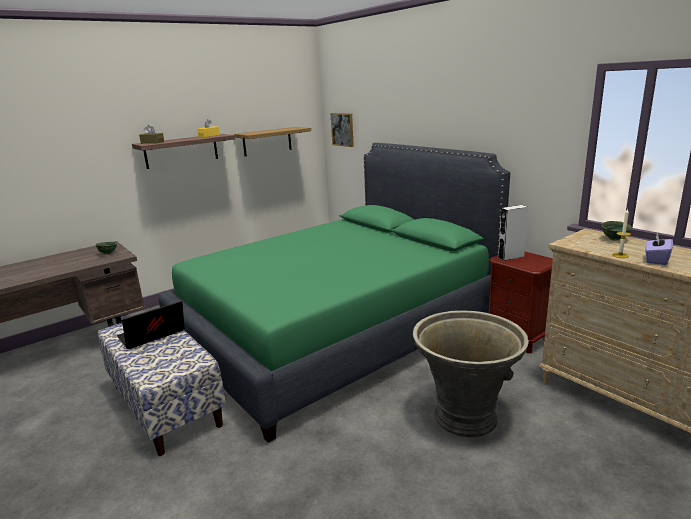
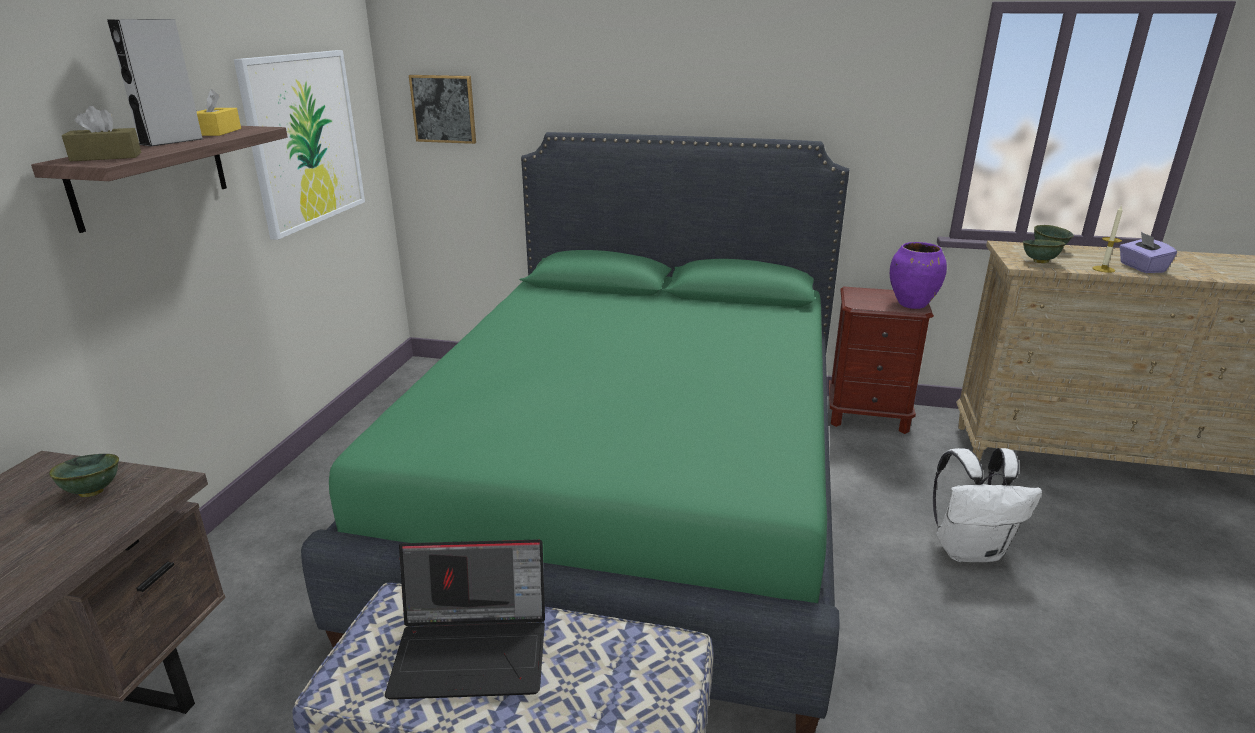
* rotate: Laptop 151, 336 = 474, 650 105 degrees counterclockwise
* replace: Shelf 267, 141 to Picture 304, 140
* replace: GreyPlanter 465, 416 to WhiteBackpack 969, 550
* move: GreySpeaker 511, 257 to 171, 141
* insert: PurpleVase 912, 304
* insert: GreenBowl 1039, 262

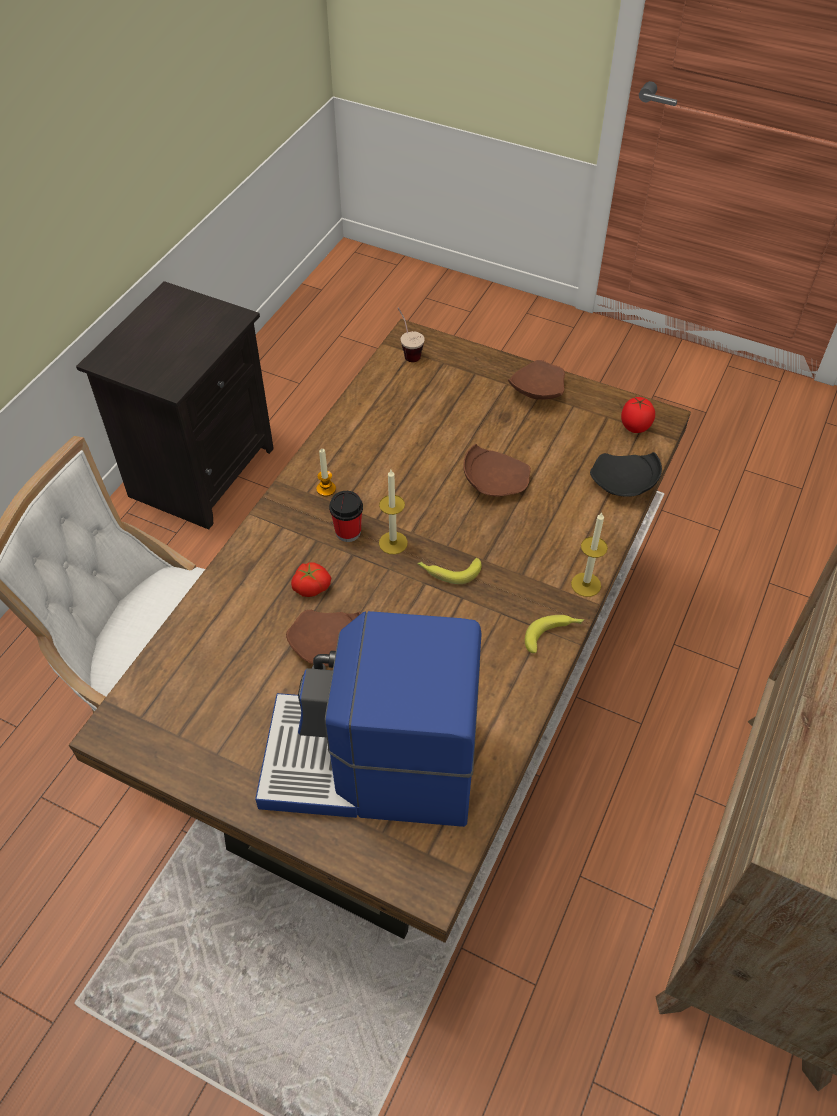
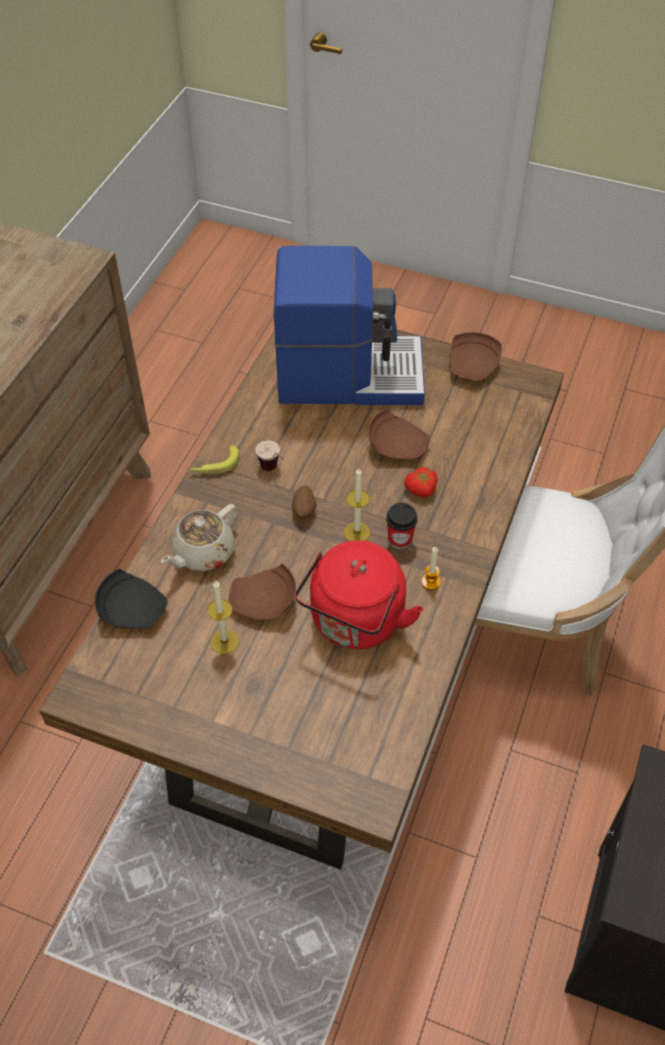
* move: Cup 408, 351 to 273, 471
* replace: Banana 448, 571 to Potato 304, 510
* move: BrownPlate 536, 391 to 473, 367
* move: Candle 586, 584 to 224, 641
* delete: Tomato 634, 428
* insert: BeigeTeapot 202, 553
* insert: RedKettle 355, 623

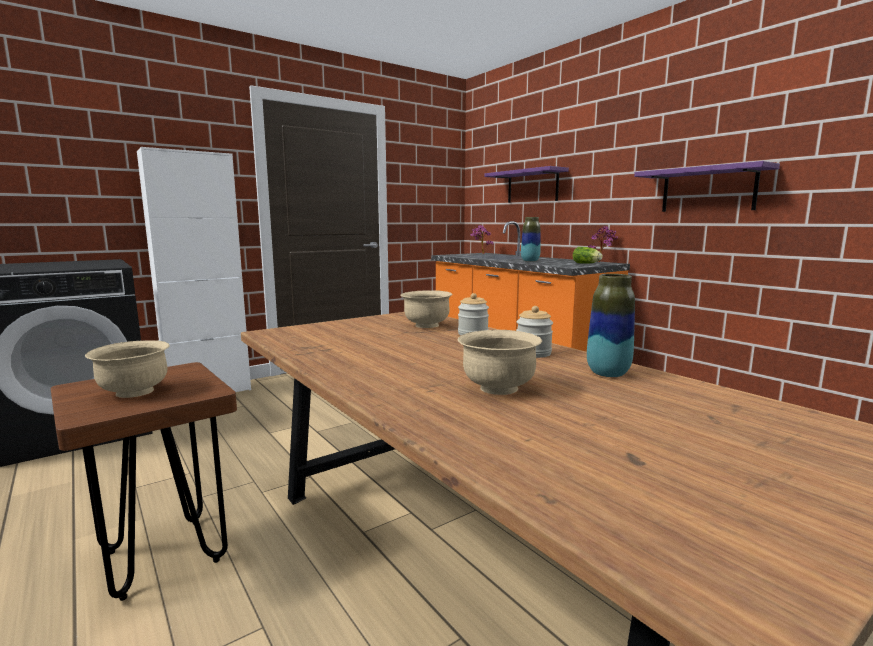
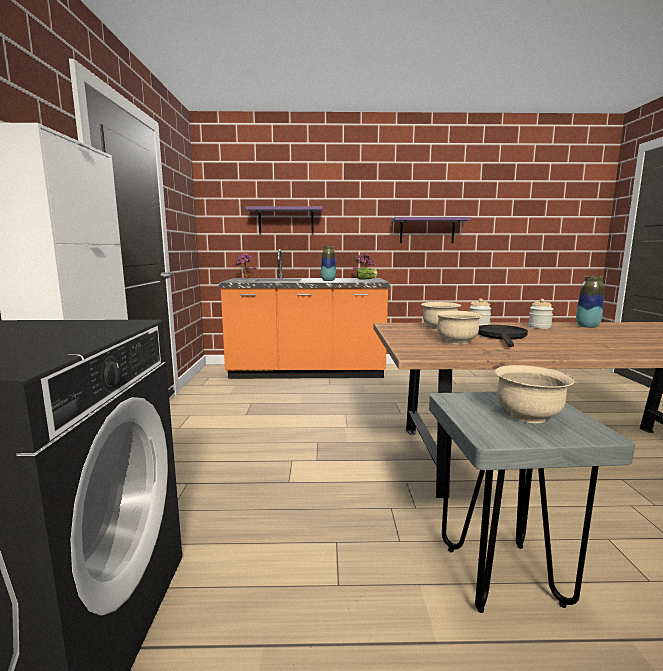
* recolor: BrownStool 163, 556 to GreyStool 501, 576
* move: BeigeBowl 498, 388 to 456, 342
* insert: BlackFryingPan 502, 337

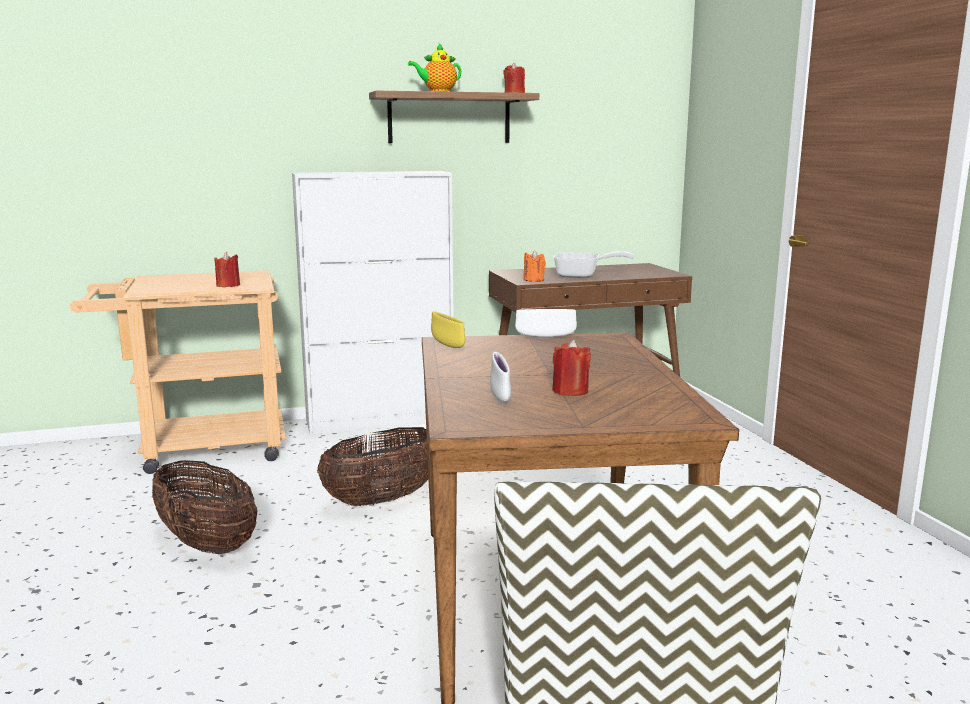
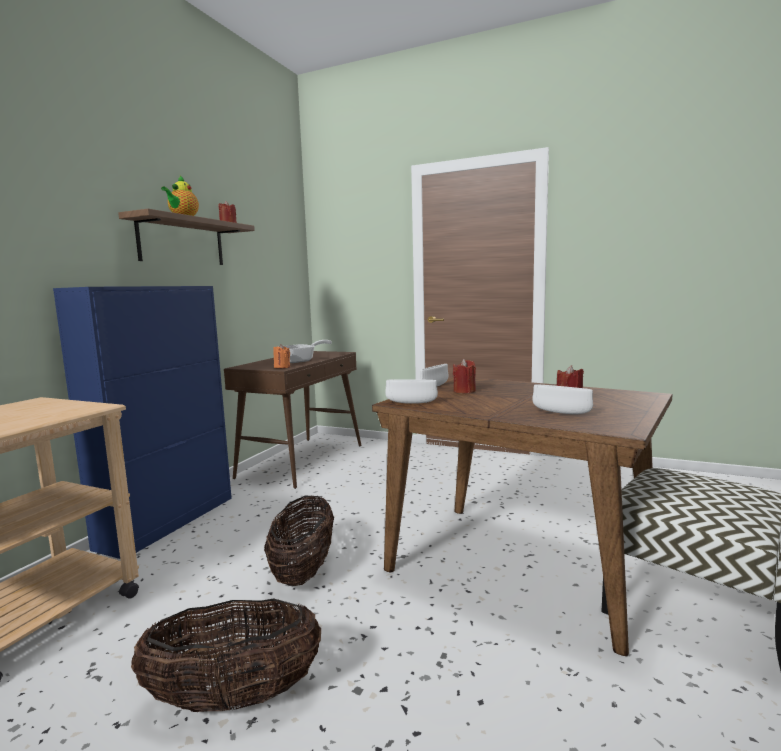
* move: RedCandle 228, 285 to 464, 391
* recolor: WhiteCabinet 381, 420 to BlueCabinet 169, 521
* recolor: YellowBowl 447, 345 to WhiteBowl 411, 403

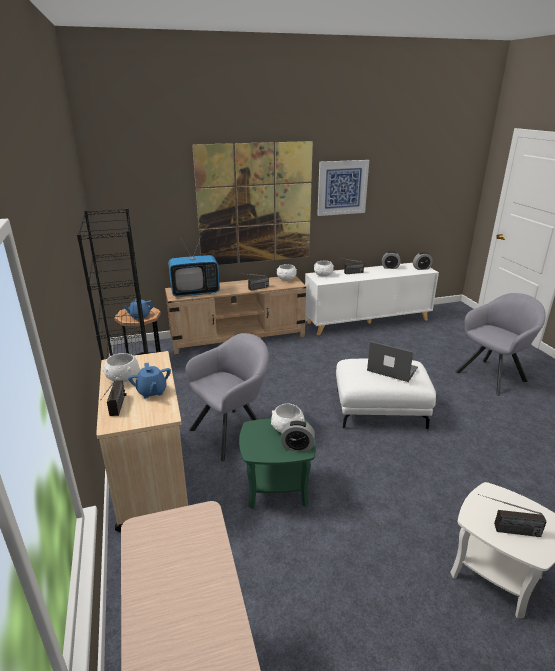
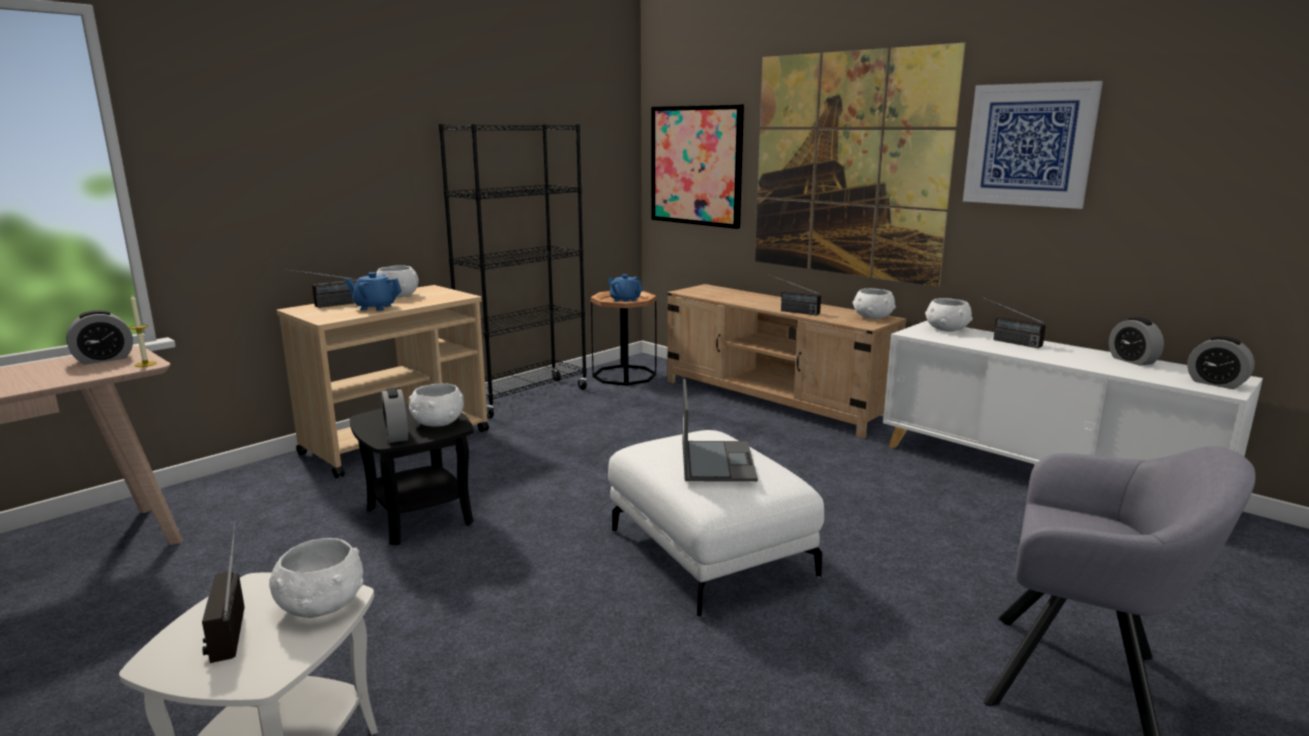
* rotate: BlueTeapot 152, 392 = 375, 307 60 degrees clockwise
* delete: Television 195, 292
* delete: GreyArmchair 233, 431
* recolor: GreenSideTable 277, 488 to BlackSideTable 420, 516
* insert: AlarmClock 104, 359
* insert: Candle 145, 364
* insert: WhiteBowl 320, 606
* insert: Picture 696, 165

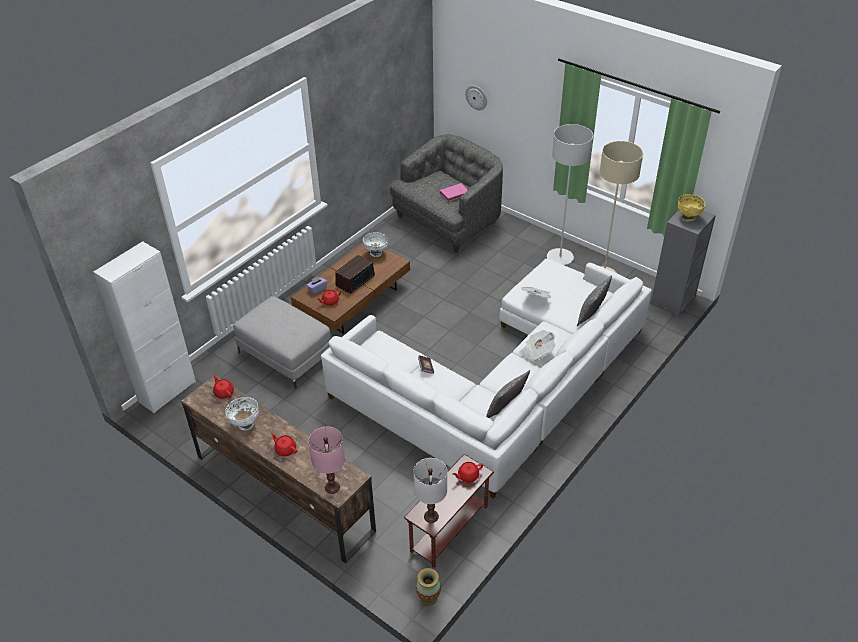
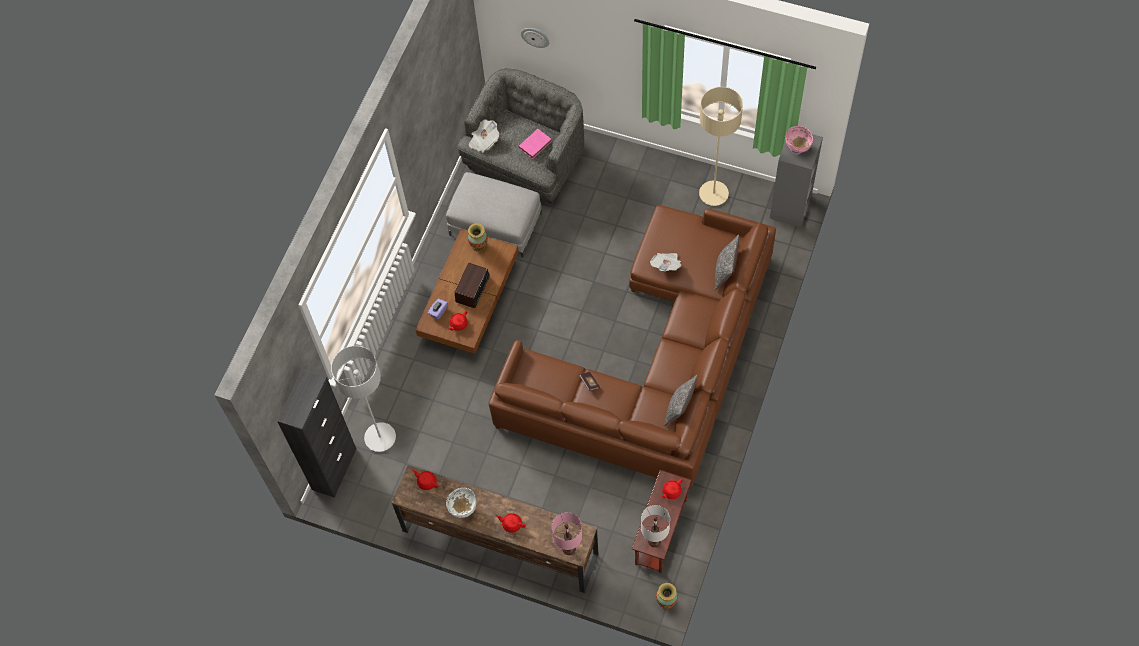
* recolor: WhiteCabinet 167, 391 to BlackCabinet 334, 469
* move: GreyOttoman 285, 355 to 495, 224
* recolor: WhiteSofa 504, 384 to BrownSofa 657, 361
* replace: WhiteBowl 376, 253 to Vase 478, 245
* move: Newspaper 536, 352 to 484, 141
* move: GreyFloorLamp 560, 258 to 380, 437
* recolor: YellowBowl 688, 217 to PinkBowl 797, 148

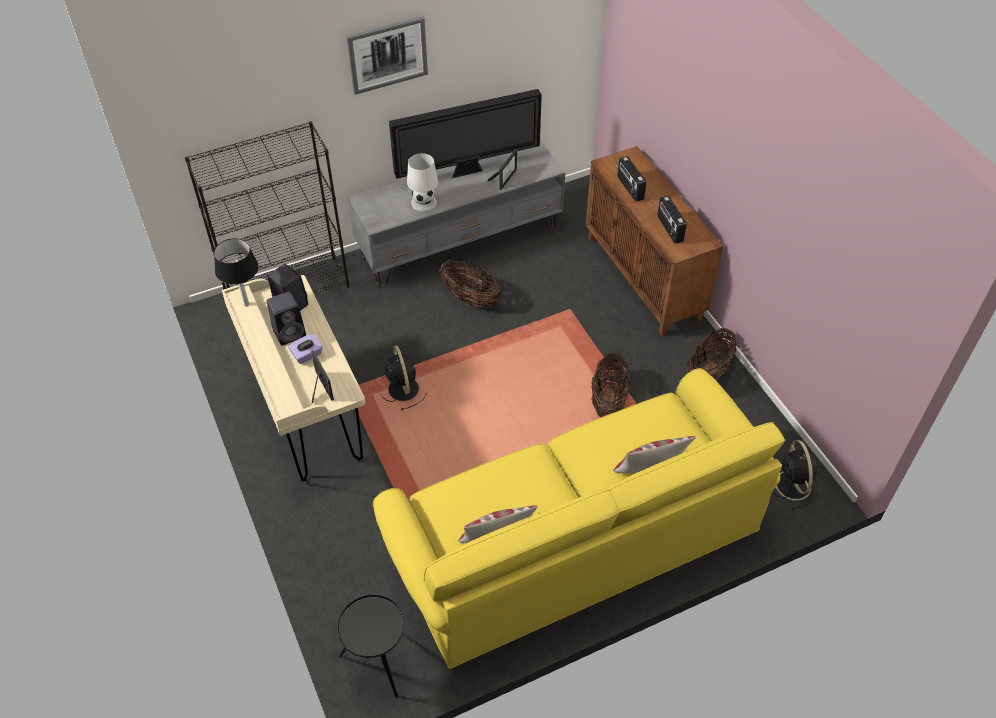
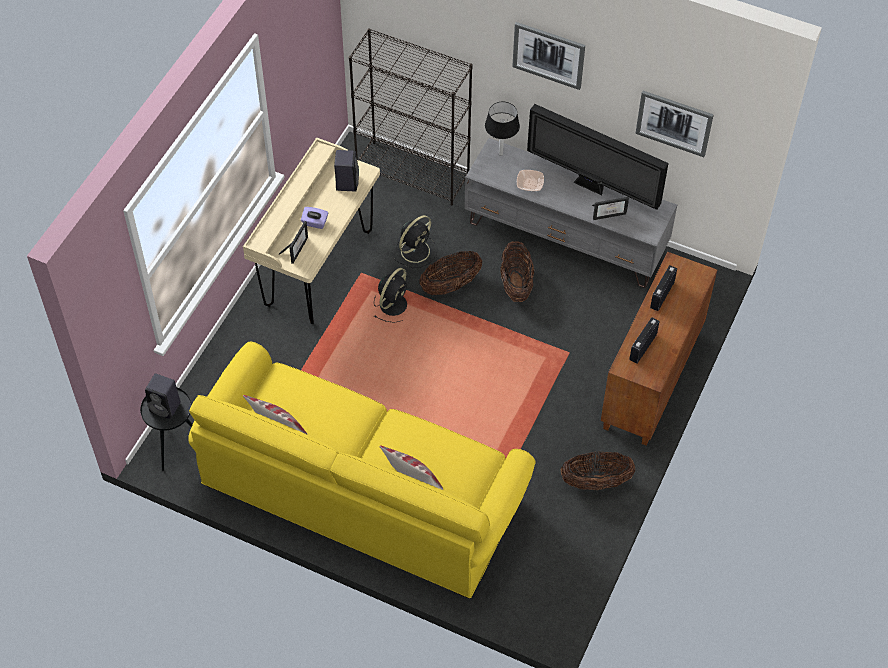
* move: BlackTableLamp 246, 304 to 500, 154
* move: BlackSpeaker 290, 332 to 166, 407
* replace: WhiteTableLamp 423, 202 to Bowl 530, 184
* move: Basket 608, 400 to 450, 285
* move: BlackFan 792, 484 to 416, 250
* insert: Picture 674, 123

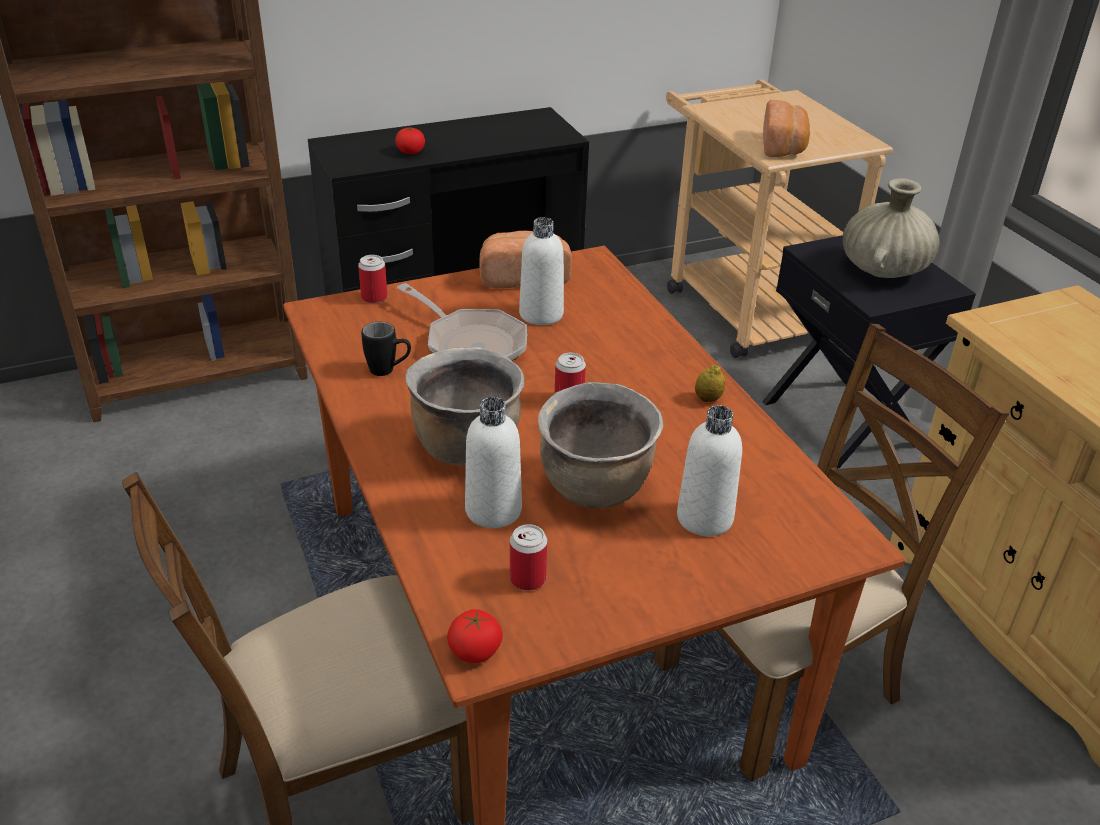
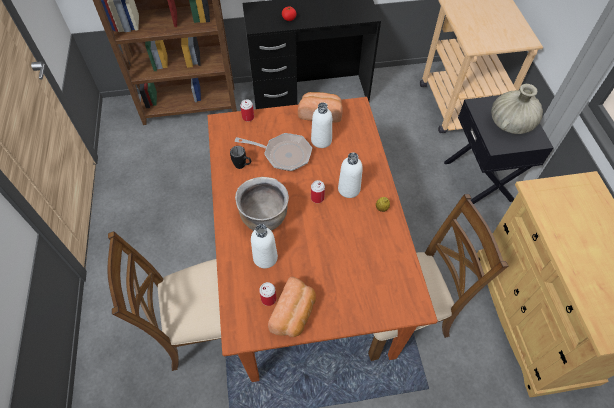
* rotate: FryingPan 470, 343 = 283, 154 45 degrees counterclockwise
* delete: Tomato 475, 651
* delete: BrownCookingPot 596, 488
* move: WhiteBottle 704, 518 to 349, 189
* move: Bread 784, 147 to 294, 314

